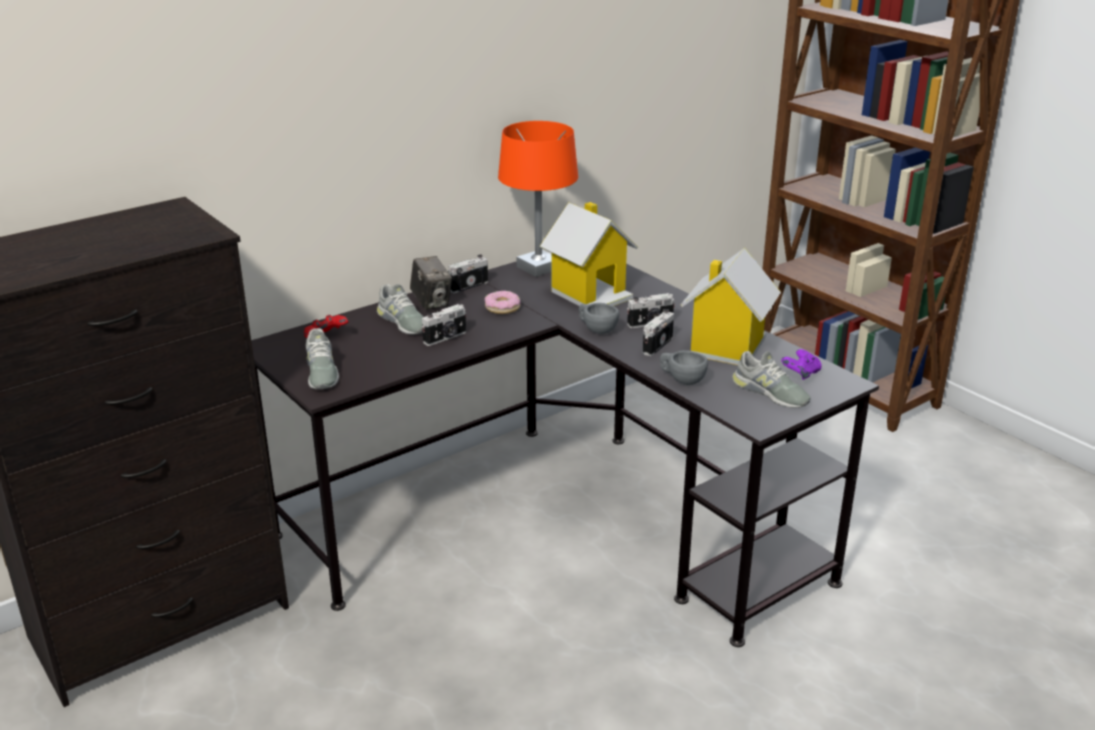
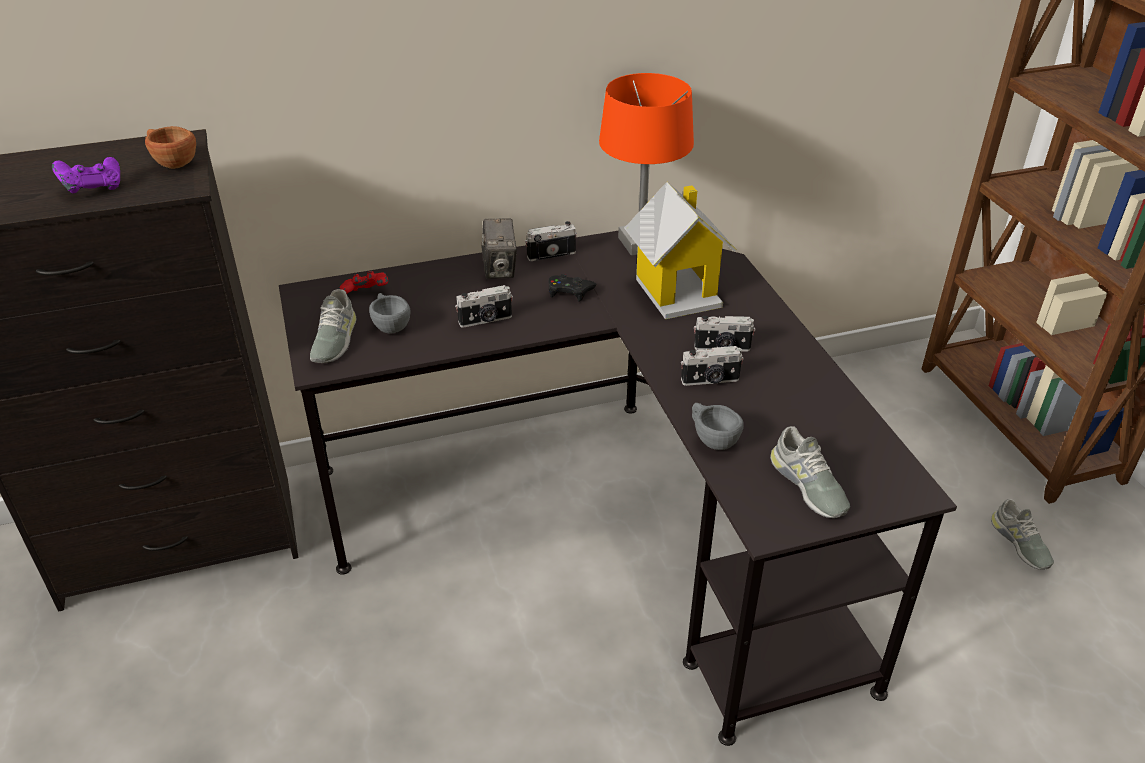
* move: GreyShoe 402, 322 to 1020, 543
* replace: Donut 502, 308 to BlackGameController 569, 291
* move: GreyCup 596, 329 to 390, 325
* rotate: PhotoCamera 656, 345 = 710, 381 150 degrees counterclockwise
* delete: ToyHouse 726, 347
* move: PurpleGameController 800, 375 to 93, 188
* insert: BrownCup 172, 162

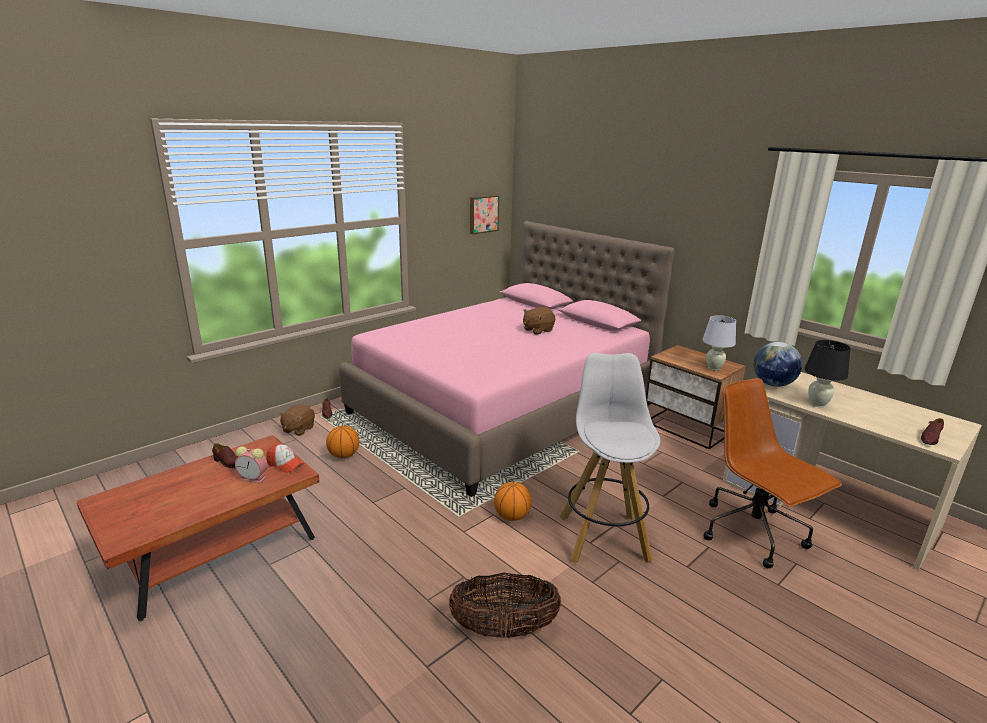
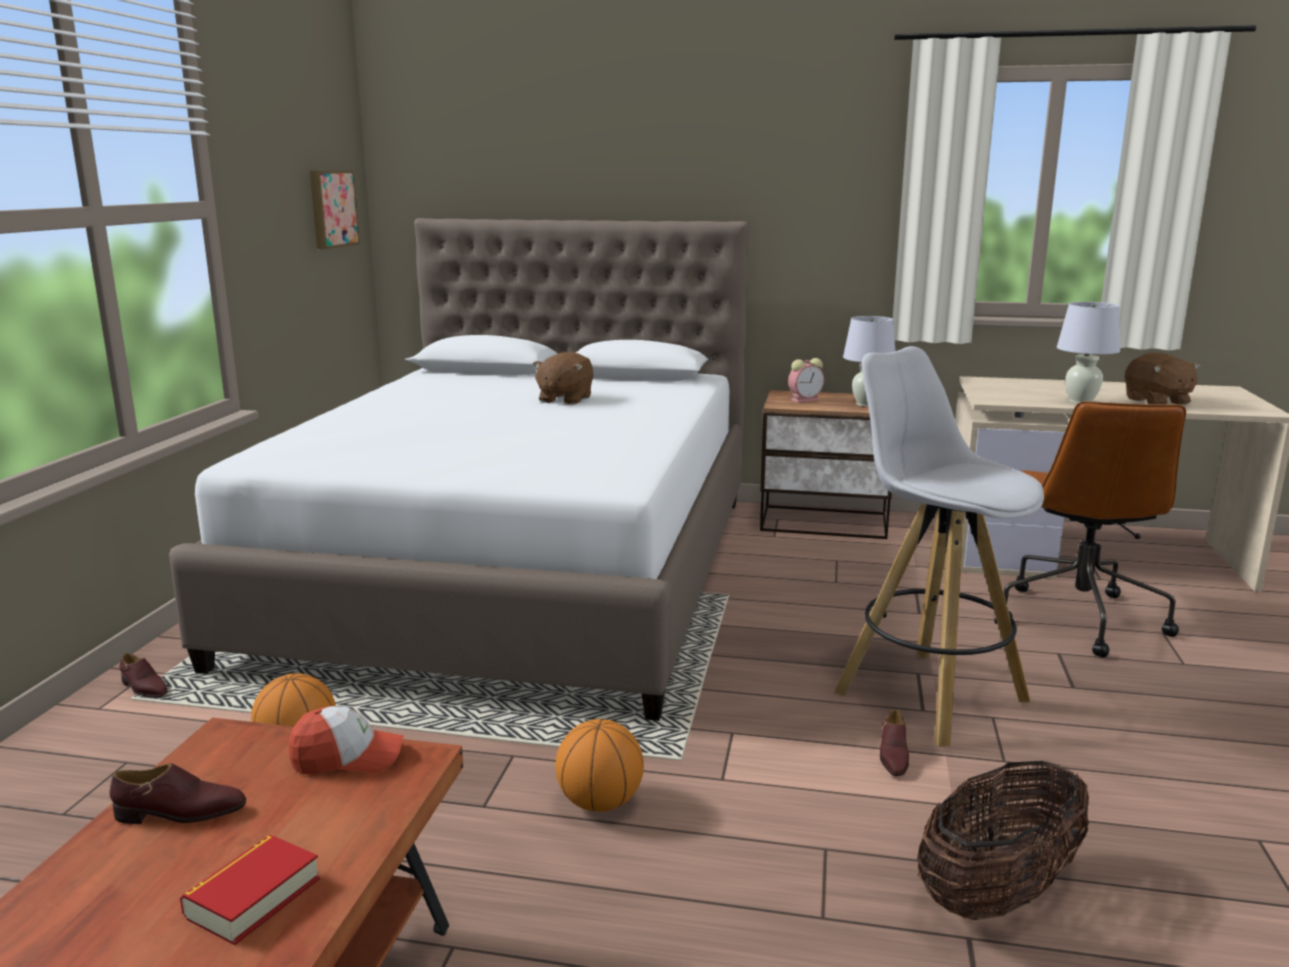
* move: AlarmClock 254, 478 to 805, 400
* move: BrownPlushToy 298, 429 to 1157, 401
* recolor: PinkBed 503, 408 to WhiteBed 520, 572
* move: Basketball 512, 516 to 600, 803
* rotate: BrownOfficeChair 754, 534 = 1078, 618 105 degrees counterclockwise
* delete: Globe 772, 384
* recolor: BlackTableLamp 817, 404 to WhiteTableLamp 1081, 401
* move: BrownShoe 930, 438 to 893, 756
* insert: Book 253, 897

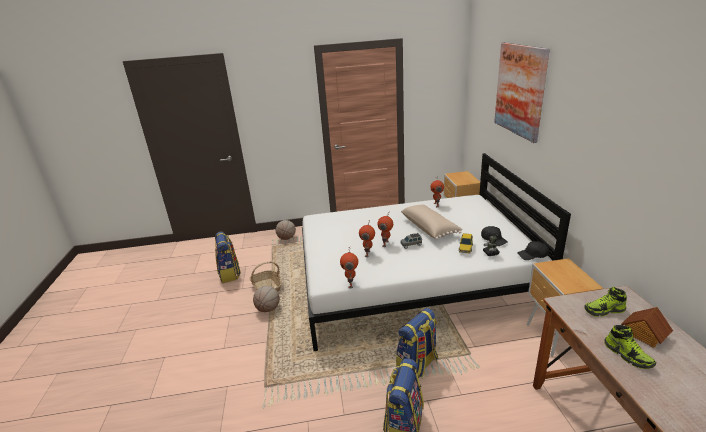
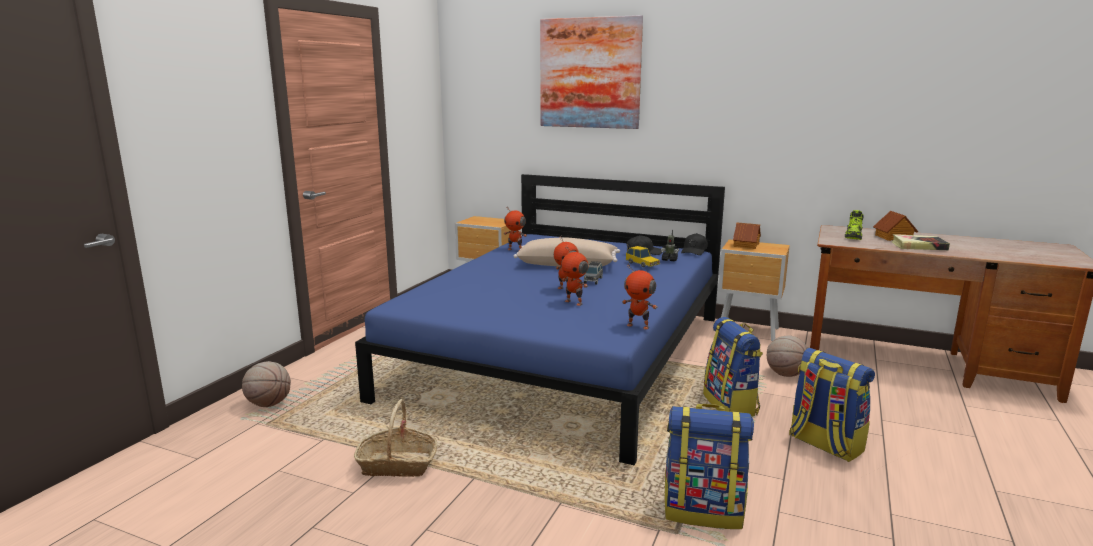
* move: Backpack 229, 274 to 704, 511
* move: Basketball 268, 309 to 785, 374
* recolor: WhiteBed 412, 281 to BlueBed 565, 355
* replace: Shoe 628, 355 to Book 918, 246
* insert: ToyHouse 745, 245

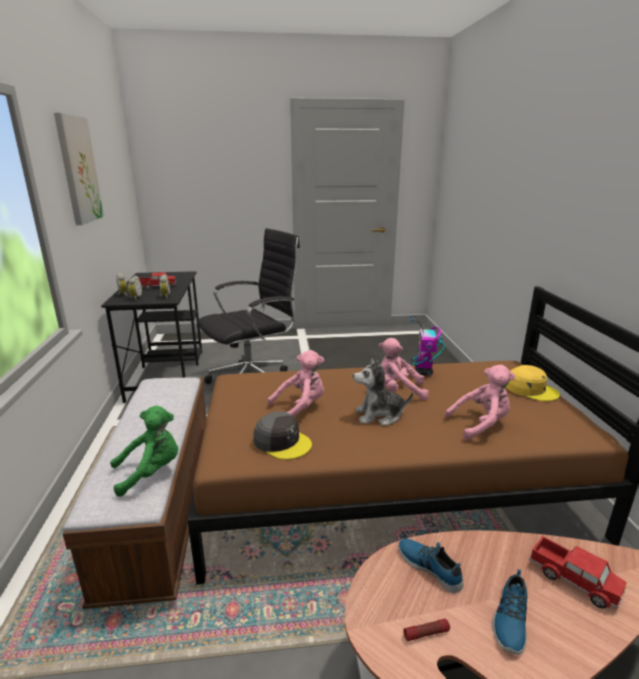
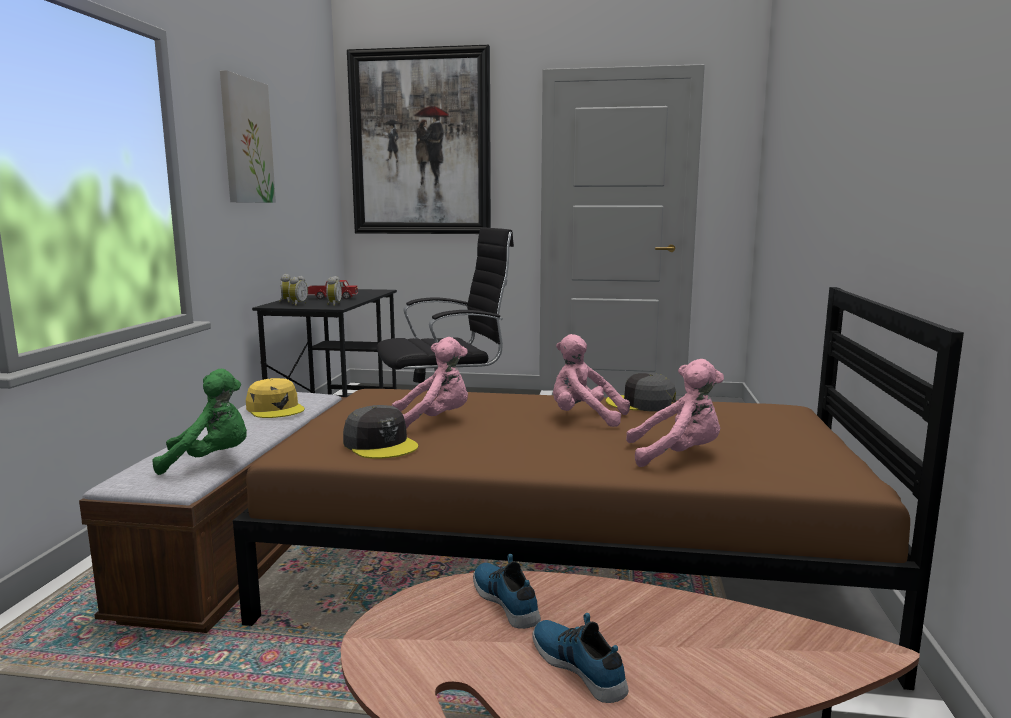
* delete: PlushToy 379, 415
* delete: Flashlight 426, 633
* replace: ToyRobot 423, 371 to GreyCap 641, 404
* rotate: Shoe 509, 619 = 579, 665 105 degrees clockwise
* move: YellowCap 531, 389 to 275, 409
* delete: ToyTruck 573, 579
* insert: Picture 420, 143

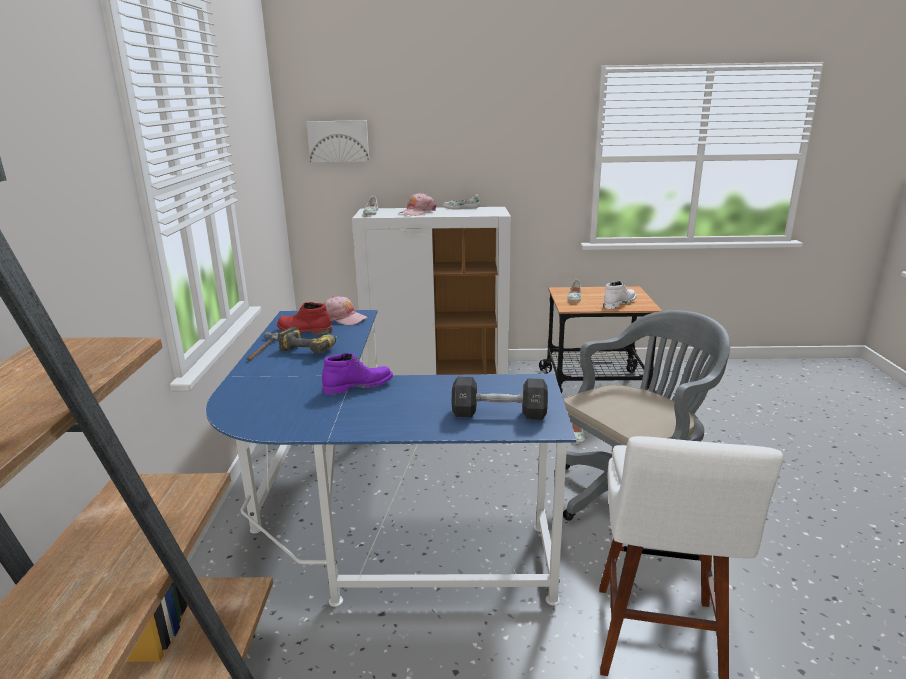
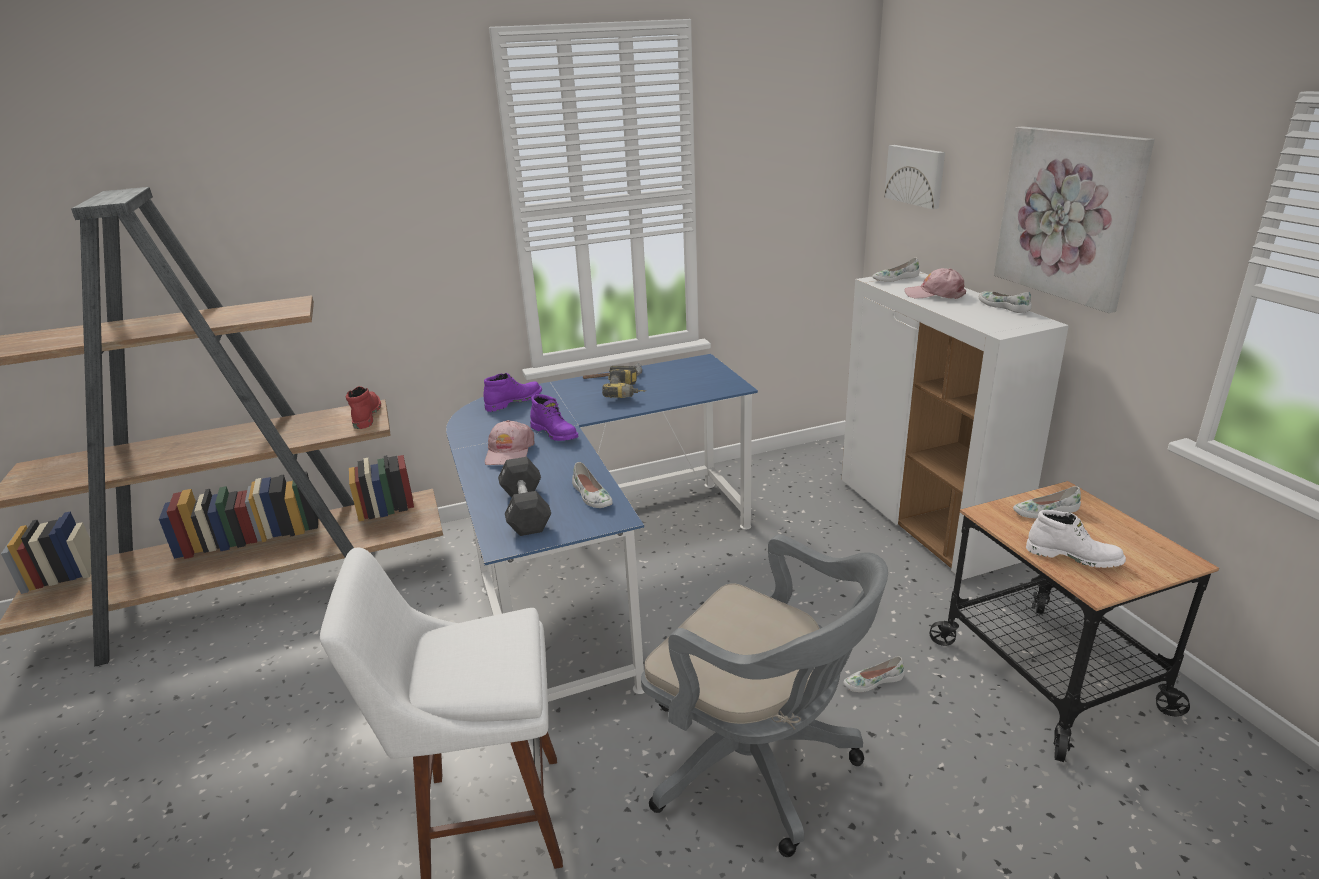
* move: RedBoot 304, 331 to 366, 416
* move: PinkCap 343, 318 to 509, 452
* insert: PurpleBoot 513, 401
* insert: WhiteShoe 591, 496
* insert: Picture 1069, 215

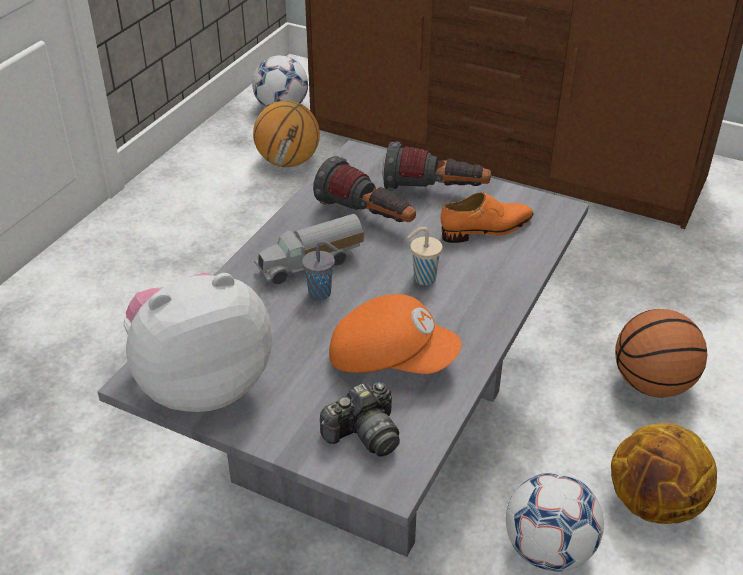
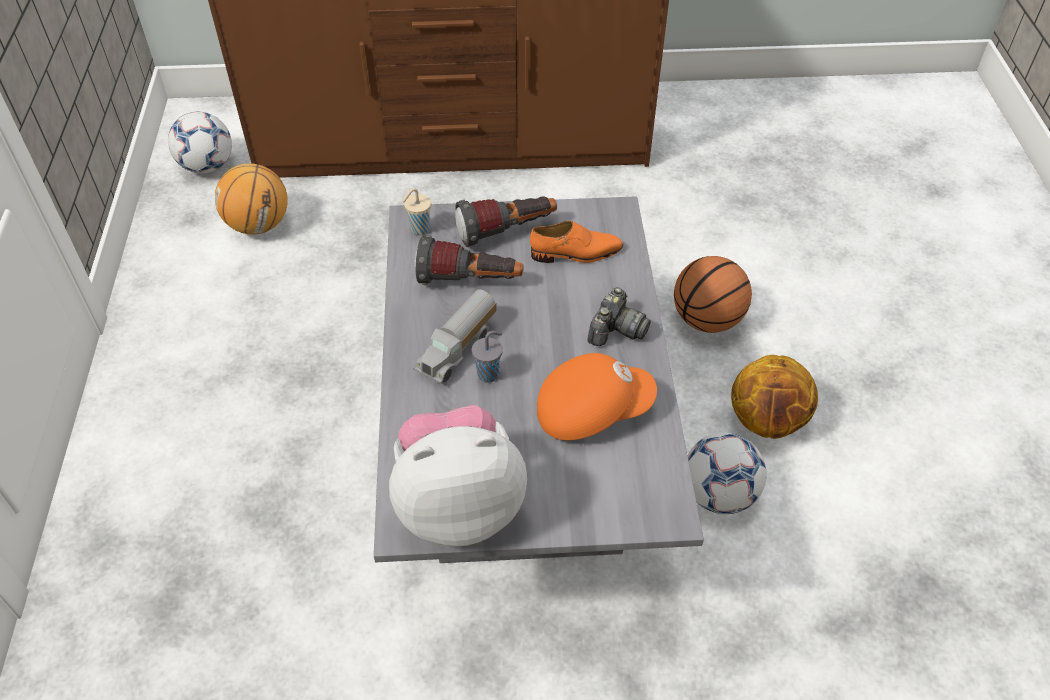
* rotate: PlushToy 202, 384 = 458, 505 45 degrees clockwise
* move: PhotoCamera 364, 434 to 616, 330
* move: BeigeCup 423, 279 to 419, 229
* rotate: OrangeShoe 487, 229 = 576, 253 45 degrees clockwise

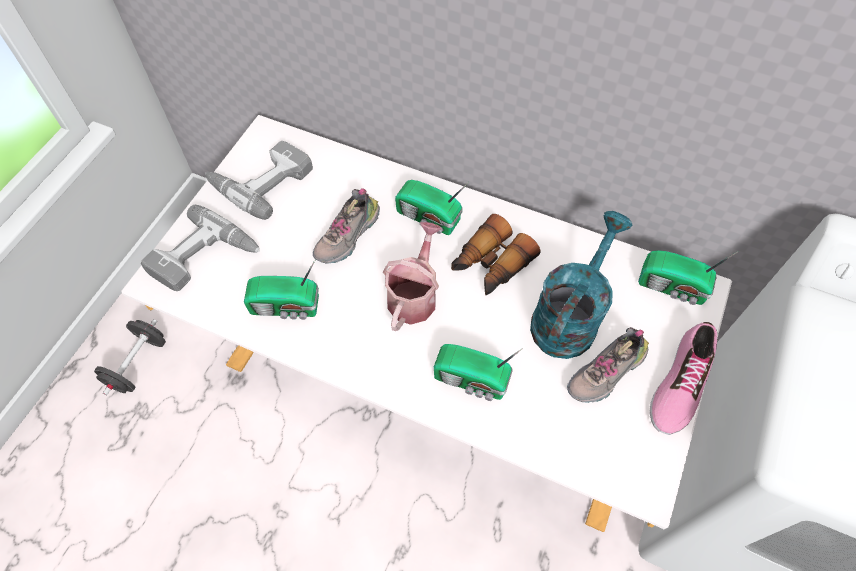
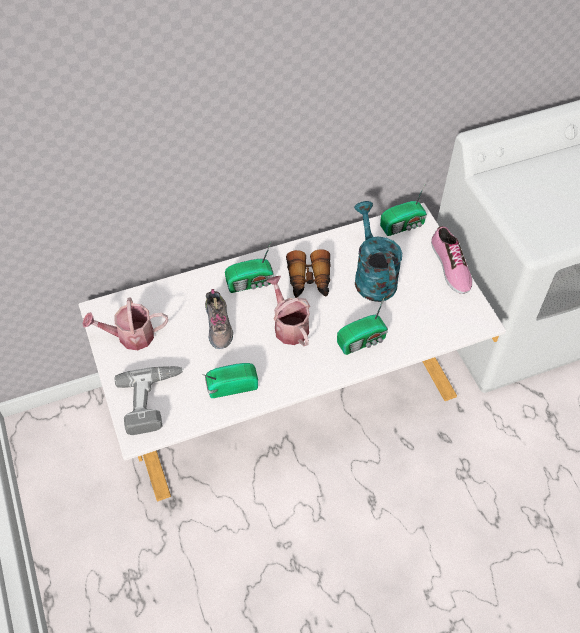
* delete: BlackDumbbell 138, 364
* replace: PowerDrill 261, 180 to WateringCan 130, 336
* rotate: Radio 287, 307 = 230, 386 150 degrees counterclockwise
* delete: Shoe 606, 373

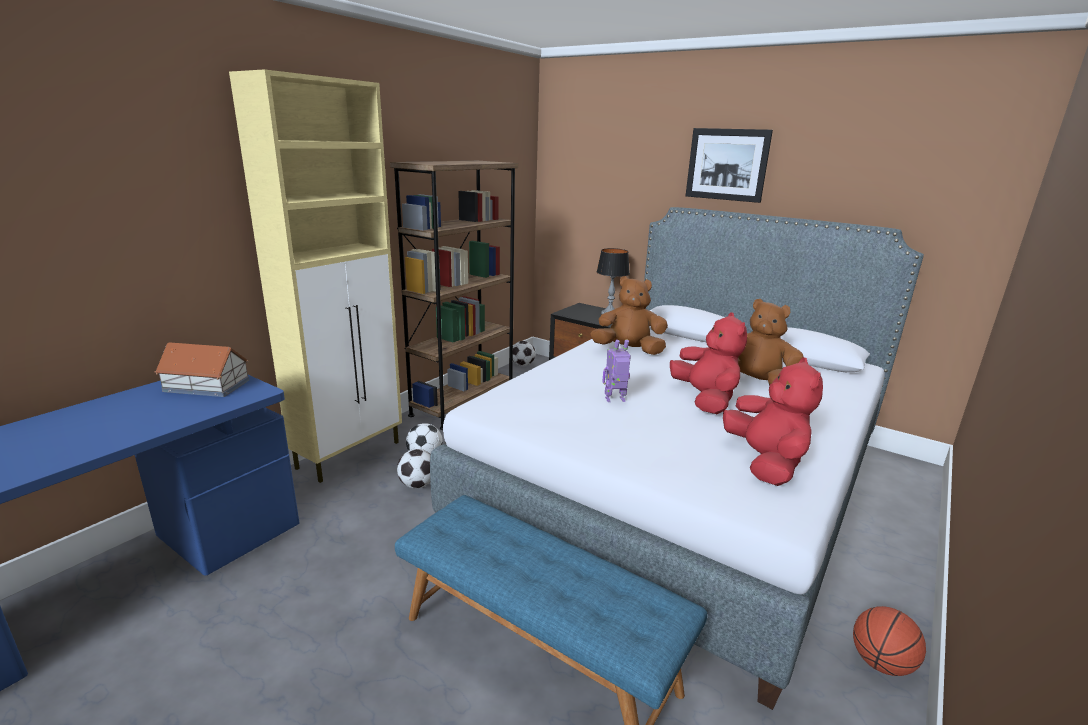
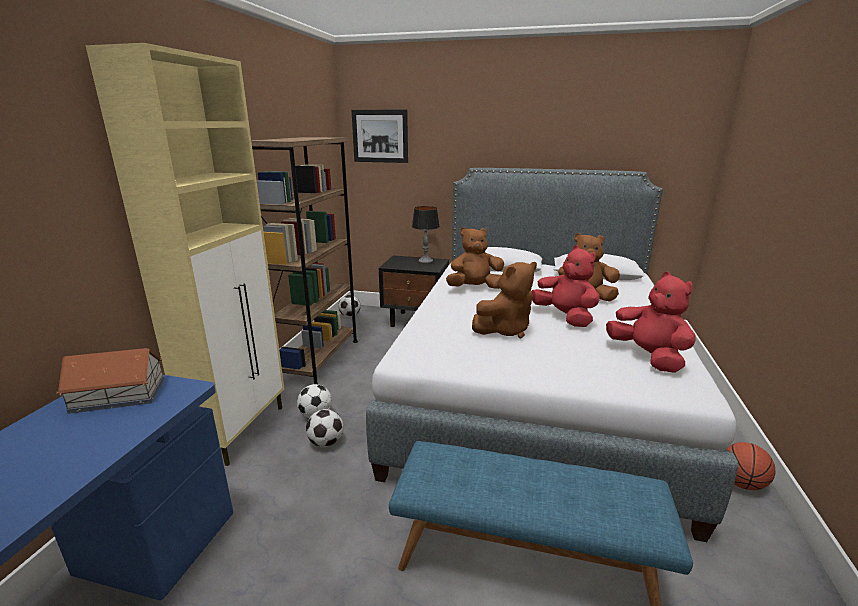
* replace: ToyRobot 615, 400 to BrownPlushToy 505, 330
* move: Picture 727, 164 to 380, 136

